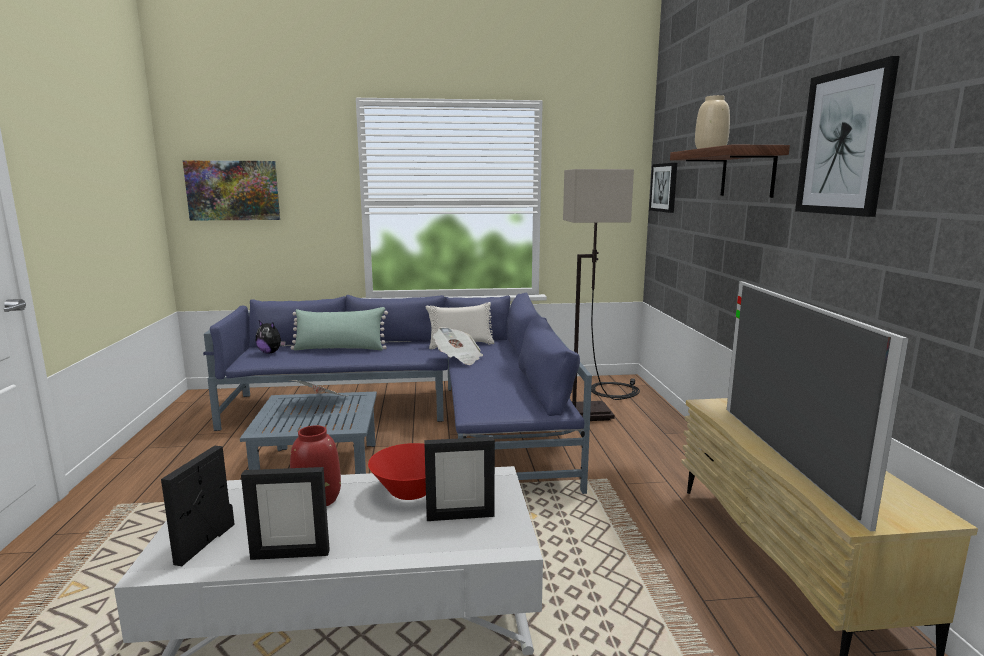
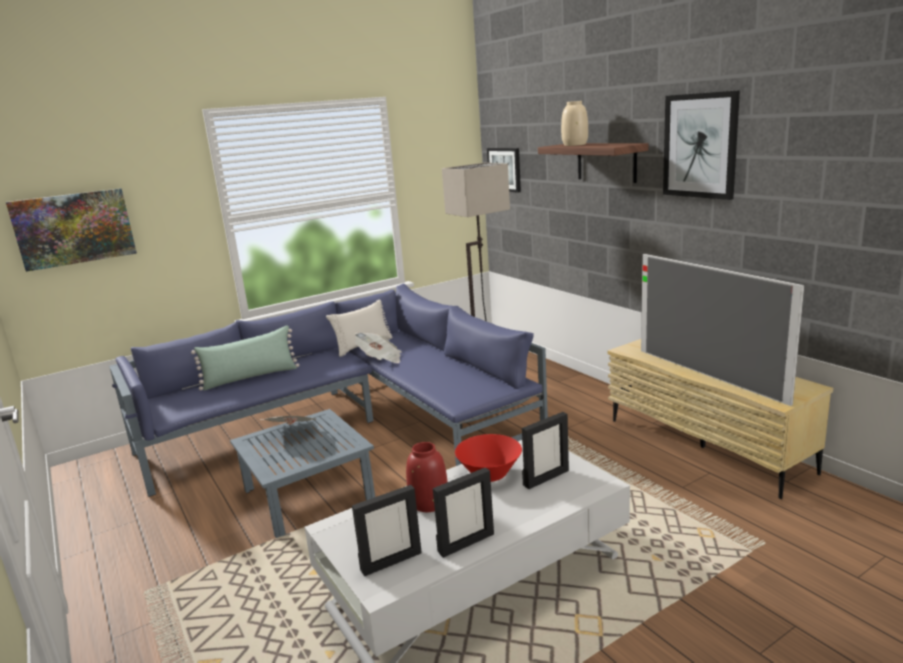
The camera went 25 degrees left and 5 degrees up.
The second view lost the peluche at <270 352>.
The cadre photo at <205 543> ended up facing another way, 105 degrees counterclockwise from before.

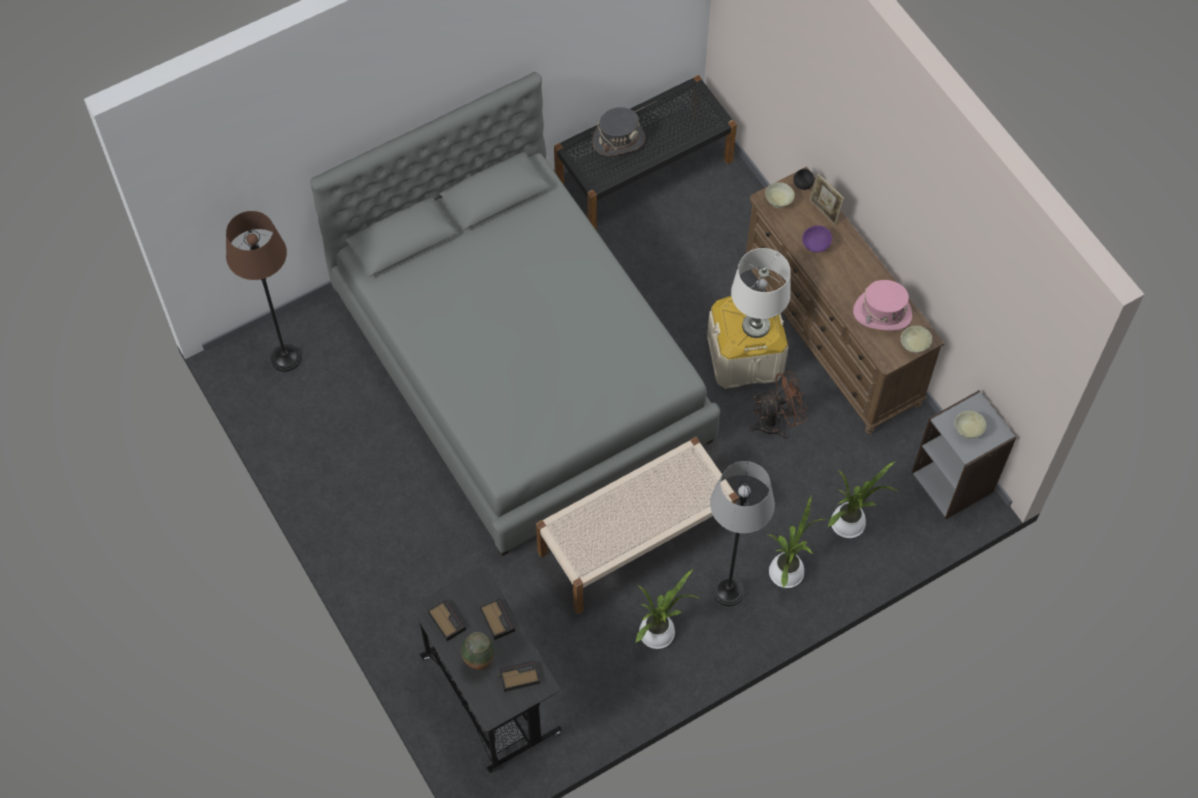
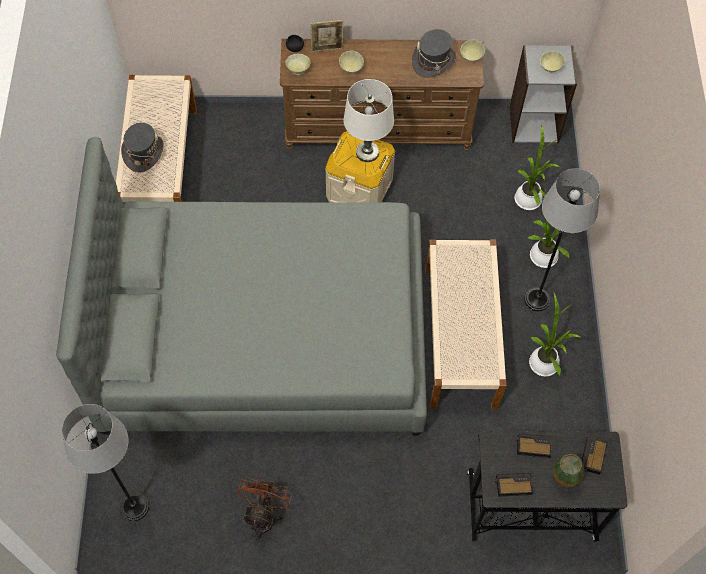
The camera went 60 degrees left and 0 degrees up.
The ventilateur [marron] ended up elsewhere, having gone from <776 423> to <264 516>.
What was the lampadaire [marron] at <286 358> turned into the lampadaire [gris] at <134 507>.
What was the banc [noir] at <643 171> turned into the banc [beige] at <160 166>.
What was the bol [violet] at <815 245> turned into the bol [beige] at <351 68>.
What was the chapeau [rose] at <882 313> turned into the chapeau [gris] at <433 61>.

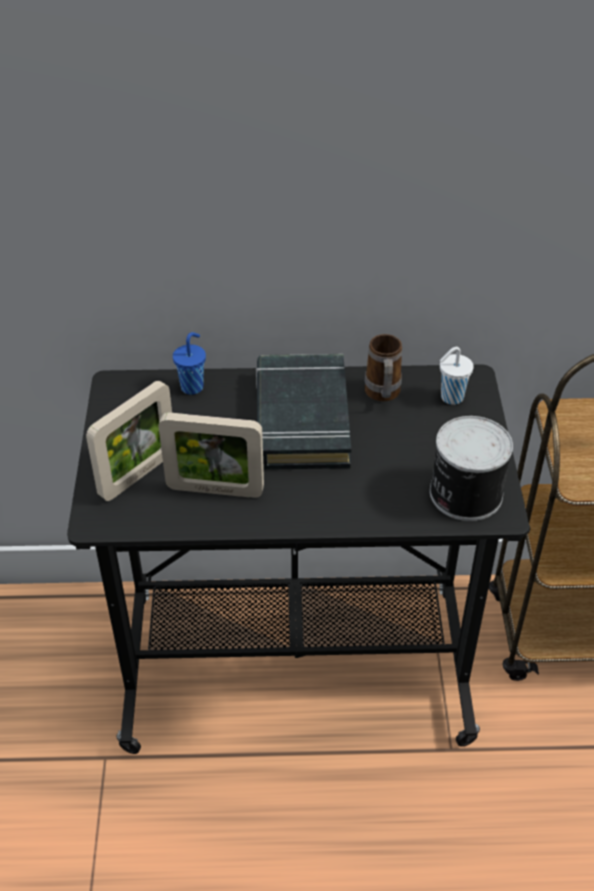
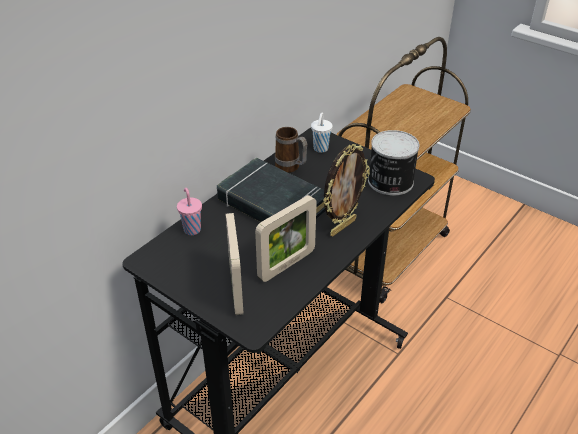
The camera went 50 degrees left and 5 degrees down.
The second view gained the cadre photo at <342 226>.
What was the tasse [bleu] at <193 386> turned into the tasse [rose] at <192 229>.

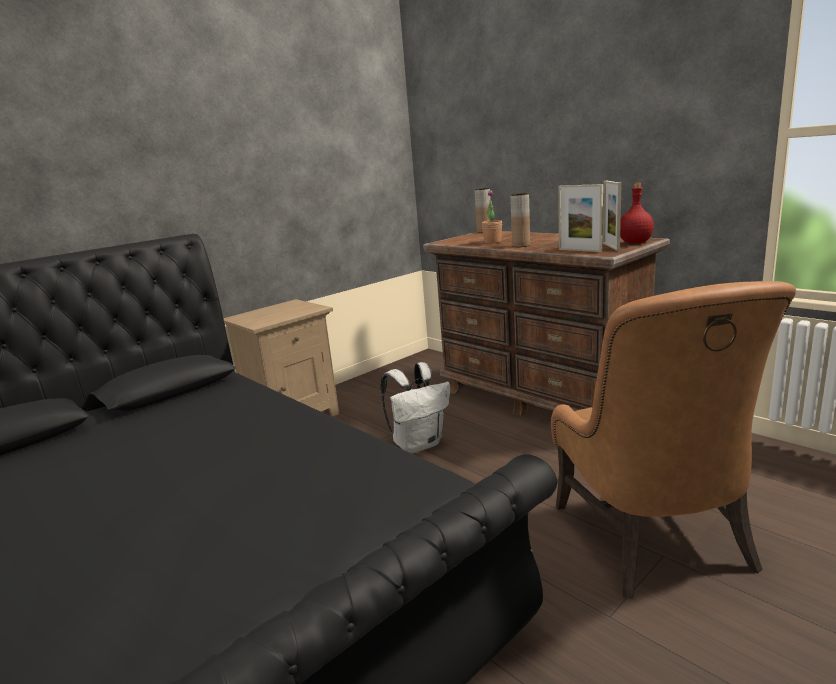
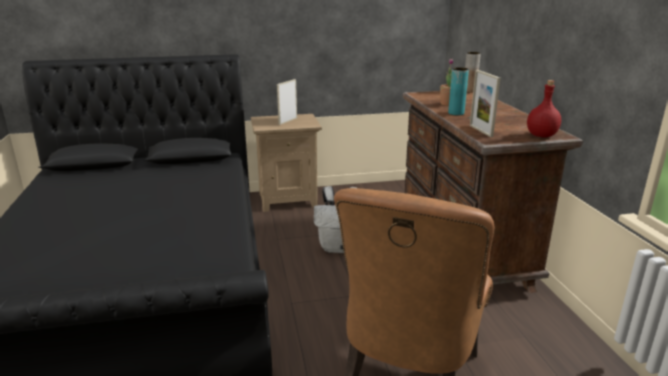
The camera went 30 degrees right and 5 degrees up.
The cadre photo ended up elsewhere, having gone from <610 246> to <288 121>.
What was the vase [marron] at <521 245> turned into the vase [turquoise] at <456 113>.

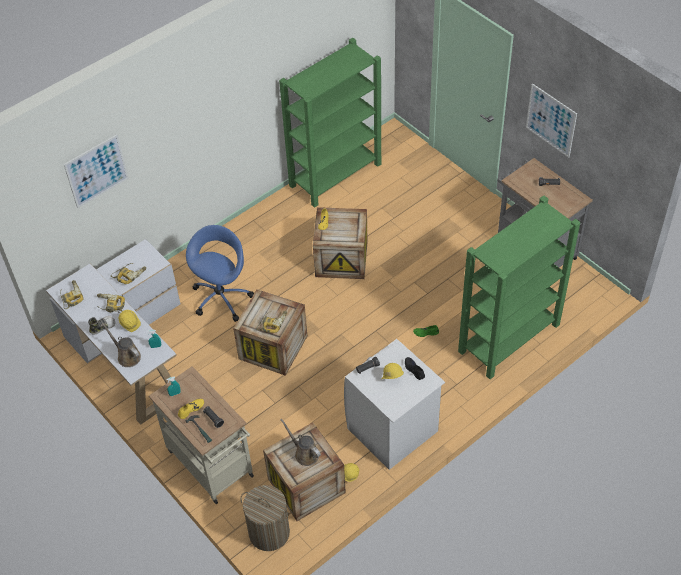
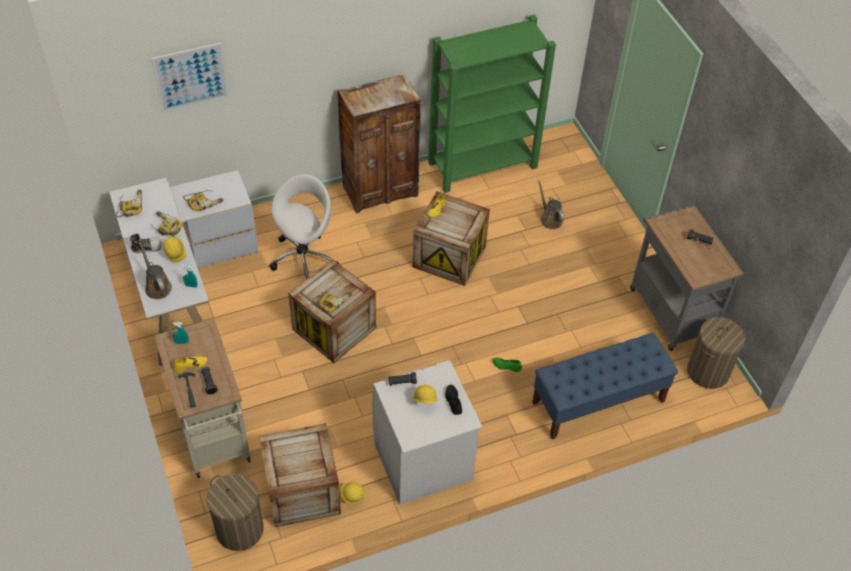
The camera went 15 degrees right and 0 degrees up.
The second view lost the tableau at <551 120>.
The second view gained the meuble de rangement [marron] at <380 191>.
The second view gained the panier à linge at <707 371>.
The arrosoir [marron] ended up elsewhere, having gone from <304 453> to <550 219>.
Where the bibliothèque [vert] stood at <509 338>, the banc [bleu] came to stand at <598 402>.
What was the chaise de bureau [bleu] at <222 297> turned into the chaise de bureau [blanc] at <305 258>.

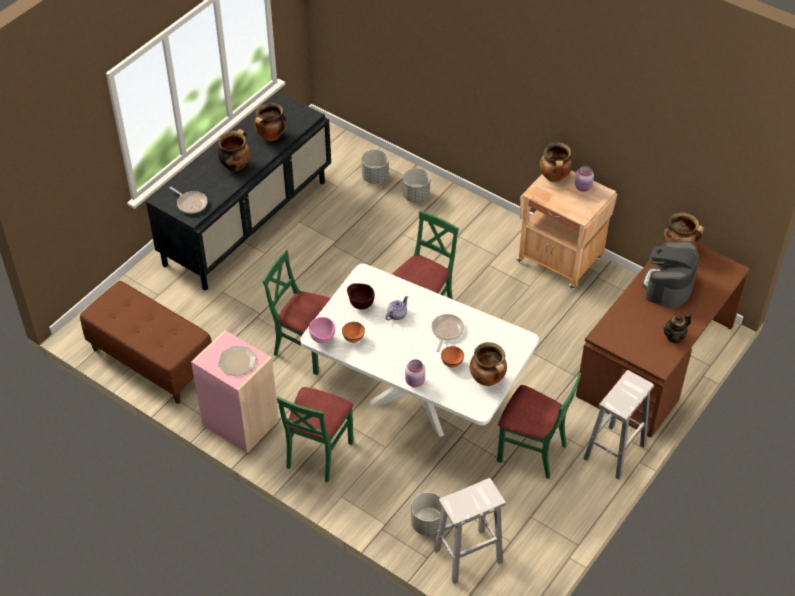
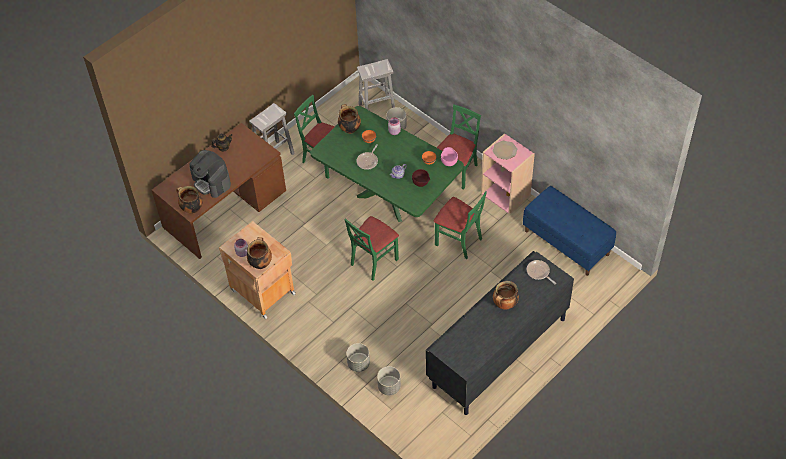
The camera went 170 degrees left and 5 degrees up.
The second view lost the marmite at <271 137>.
What was the banc [marron] at <151 360> turned into the banc [bleu] at <567 242>.
What was the table à manger [blanc] at <418 400> turned into the table à manger [vert] at <388 198>.
The machine à café at <668 286> ended up facing another way, 105 degrees clockwise from before.

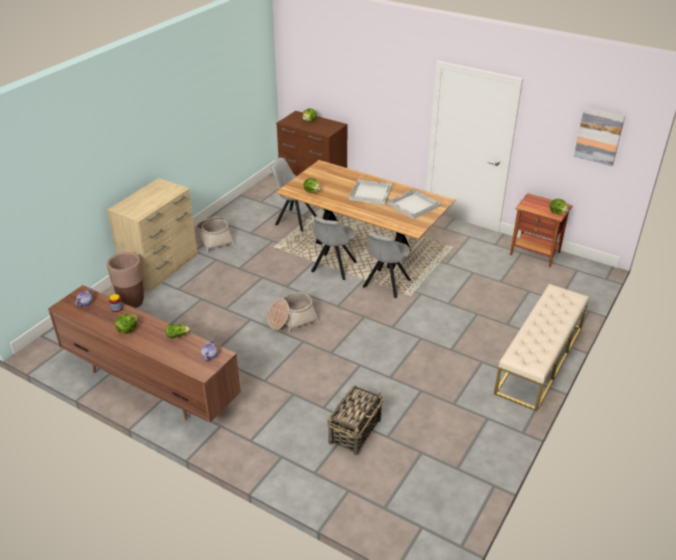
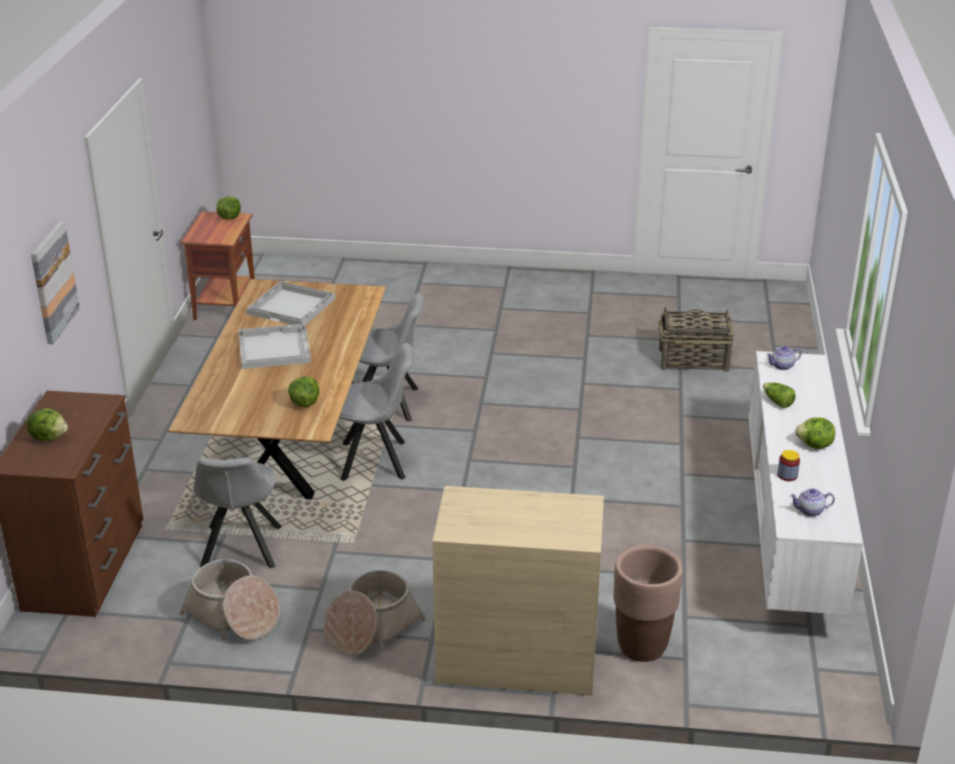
The camera went 115 degrees left and 5 degrees down.
The second view lost the banc [beige] at <539 360>.
The panier ended up elsewhere, having gone from <292 320> to <233 616>.
The tableau ended up elsewhere, having gone from <599 136> to <53 282>.
What was the meuble de rangement [marron] at <149 385> turned into the meuble de rangement [blanc] at <791 536>.

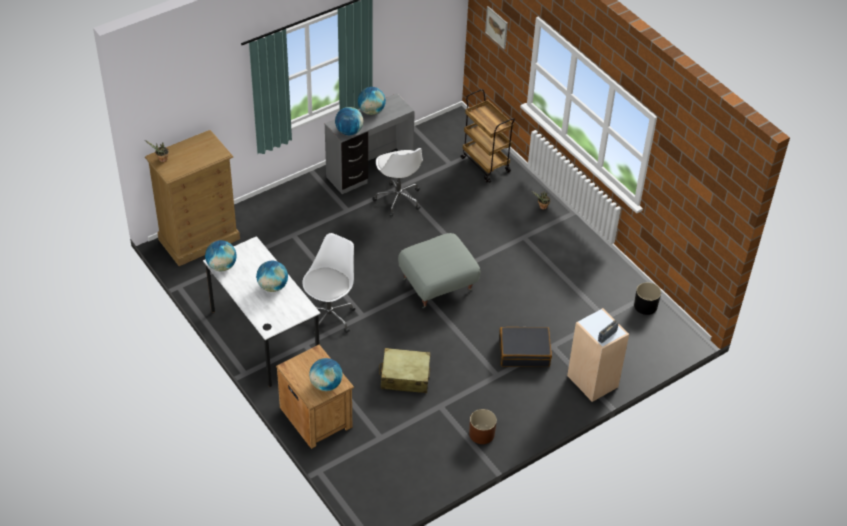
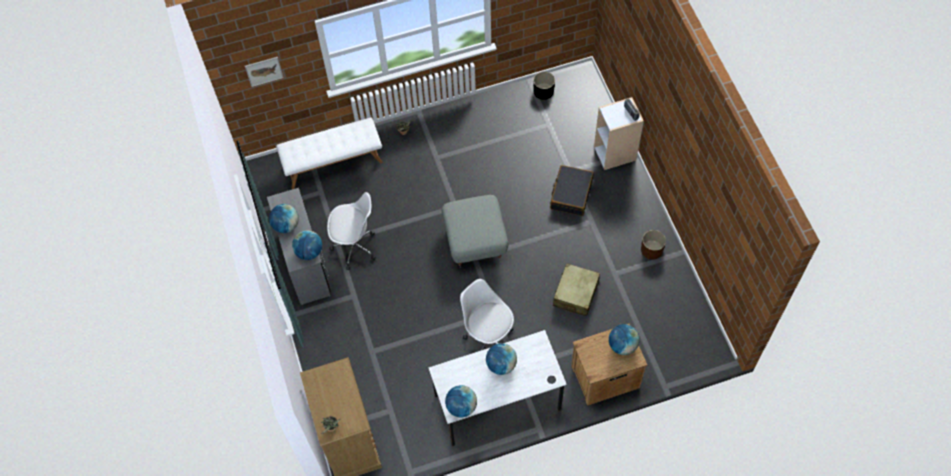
The camera went 70 degrees left and 15 degrees up.
Where the chariot [marron] stood at <485 165>, the banc [blanc] came to stand at <333 163>.

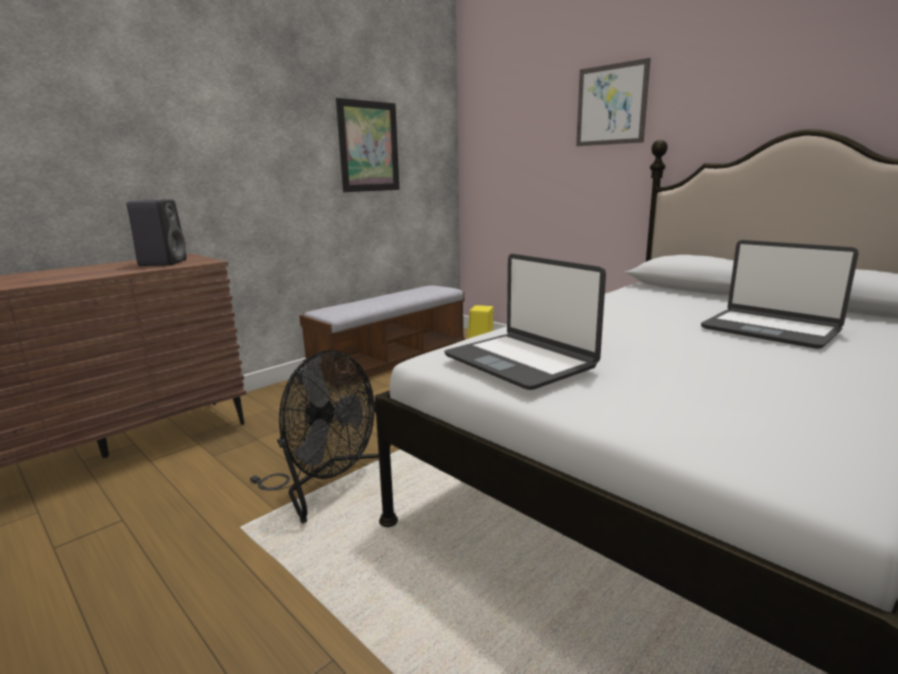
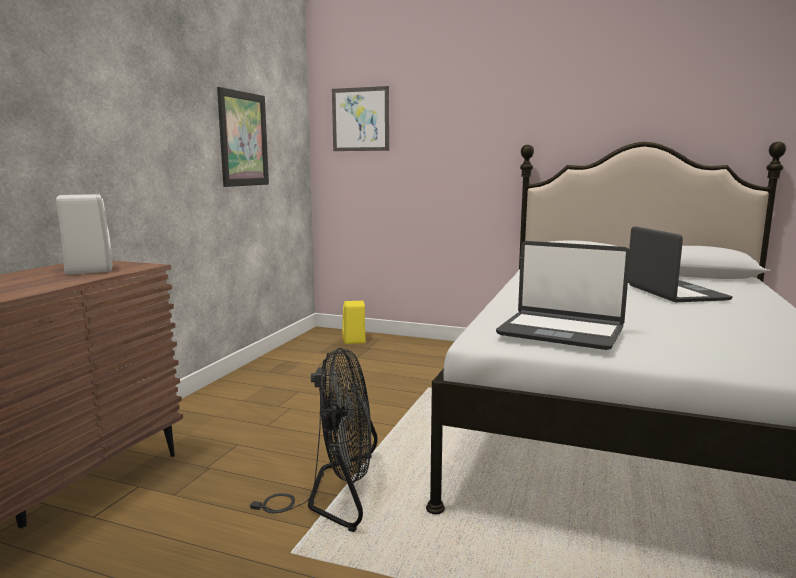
The camera went 25 degrees left and 5 degrees down.
The second view lost the banc at <391 360>.
The tableau ended up elsewhere, having gone from <611 105> to <360 119>.
What was the enceinte [noir] at <163 263> turned into the enceinte [blanc] at <88 270>.
The ordinateur portable at <770 329> ended up facing another way, 120 degrees counterclockwise from before.

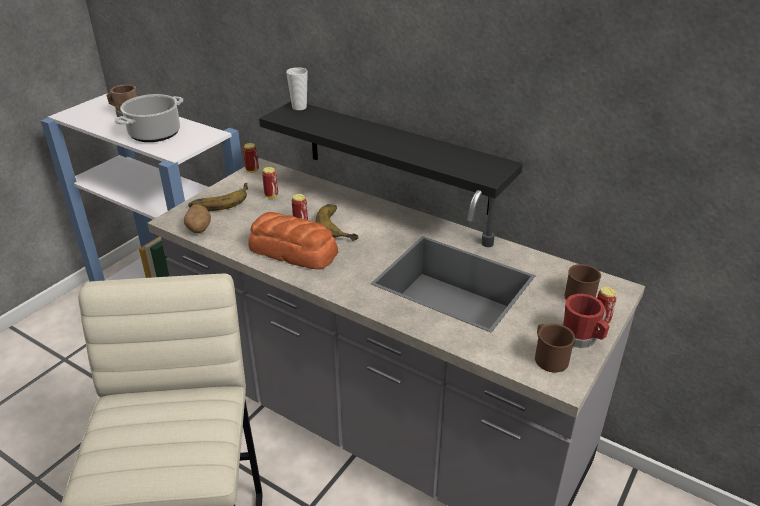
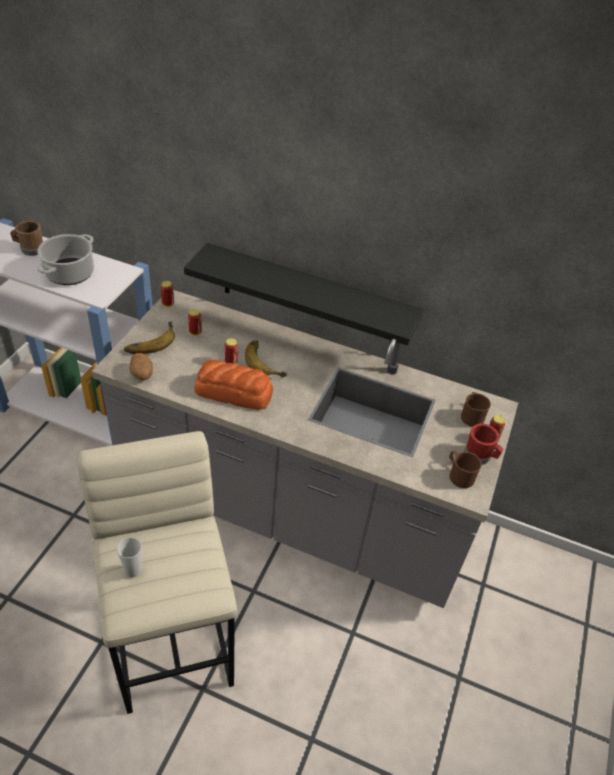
The camera went 15 degrees left and 10 degrees up.
The tasse ended up elsewhere, having gone from <299 107> to <133 570>.

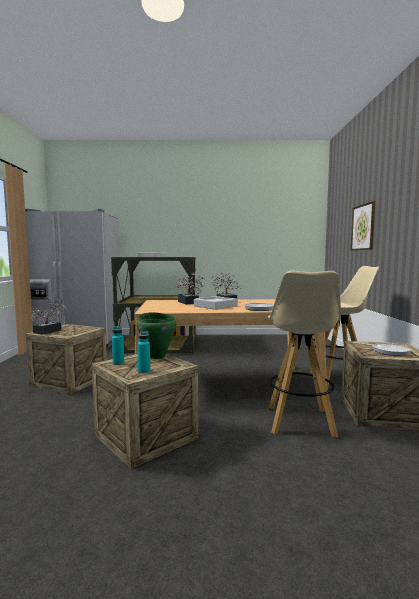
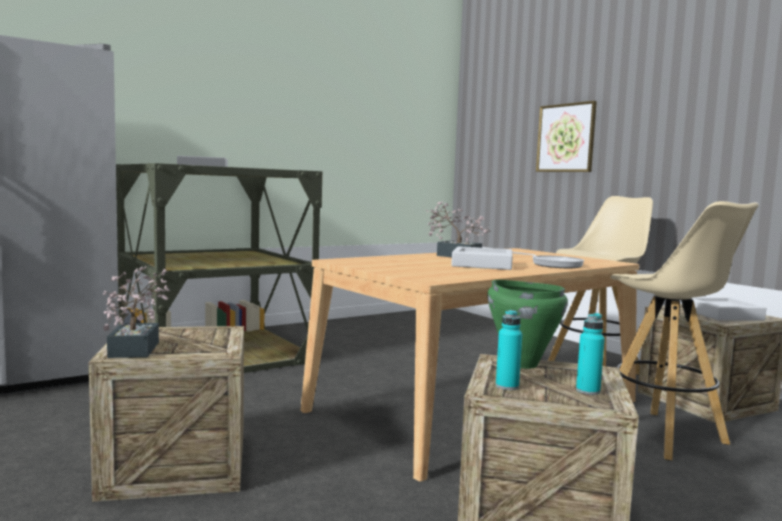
The camera went 35 degrees left and 0 degrees up.
The second view lost the plante en pot at <188 303>.
Where the poêle stood at <388 351>, the plateau [gris] came to stand at <722 314>.

